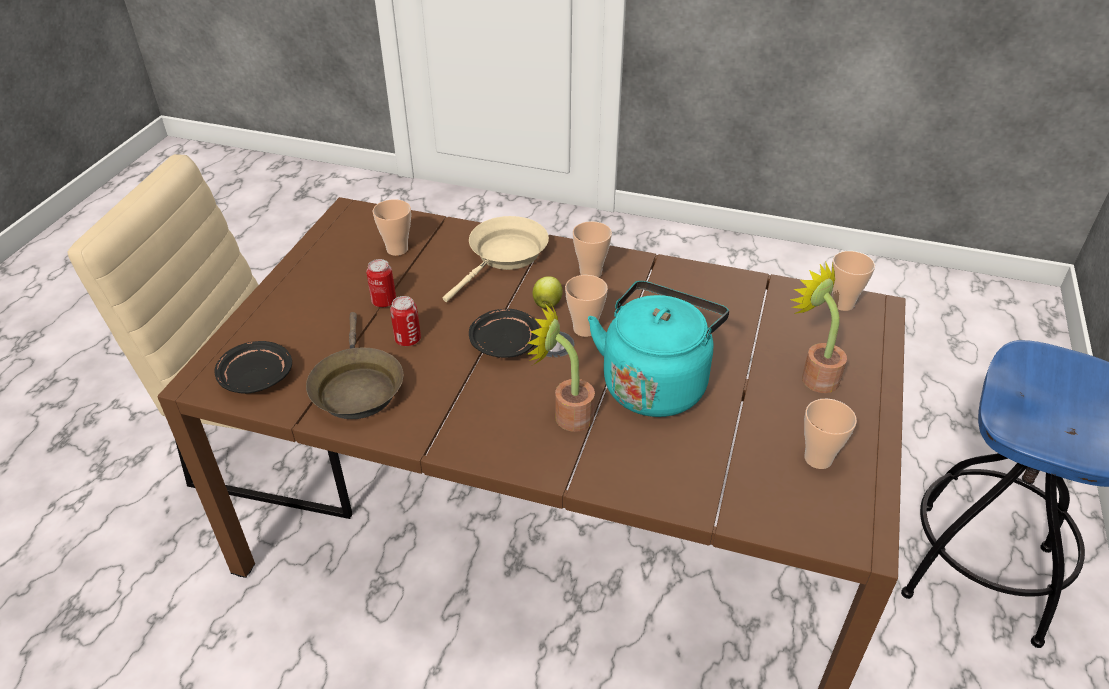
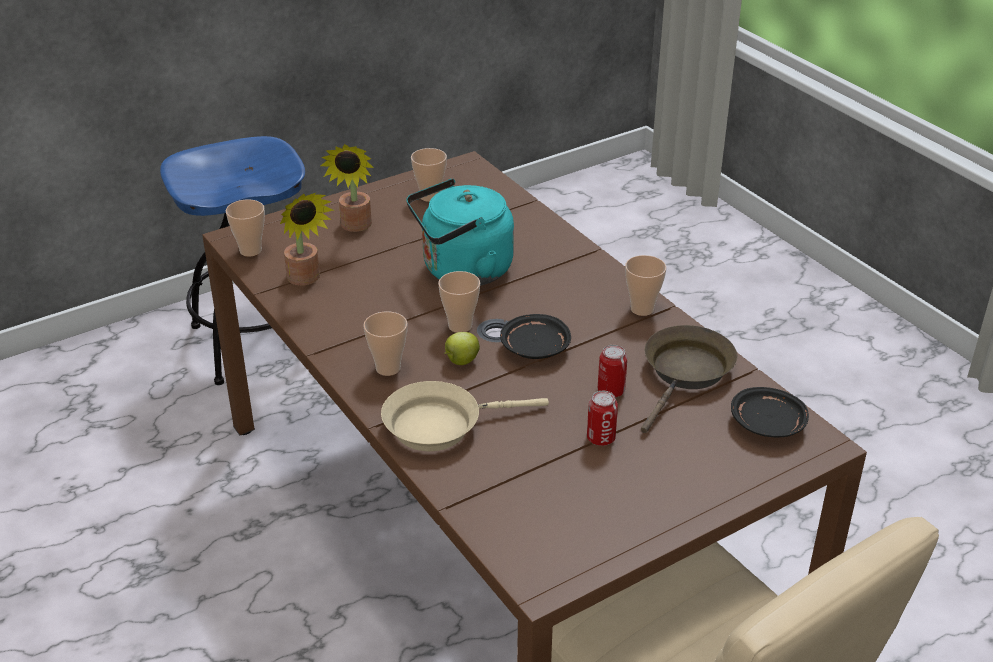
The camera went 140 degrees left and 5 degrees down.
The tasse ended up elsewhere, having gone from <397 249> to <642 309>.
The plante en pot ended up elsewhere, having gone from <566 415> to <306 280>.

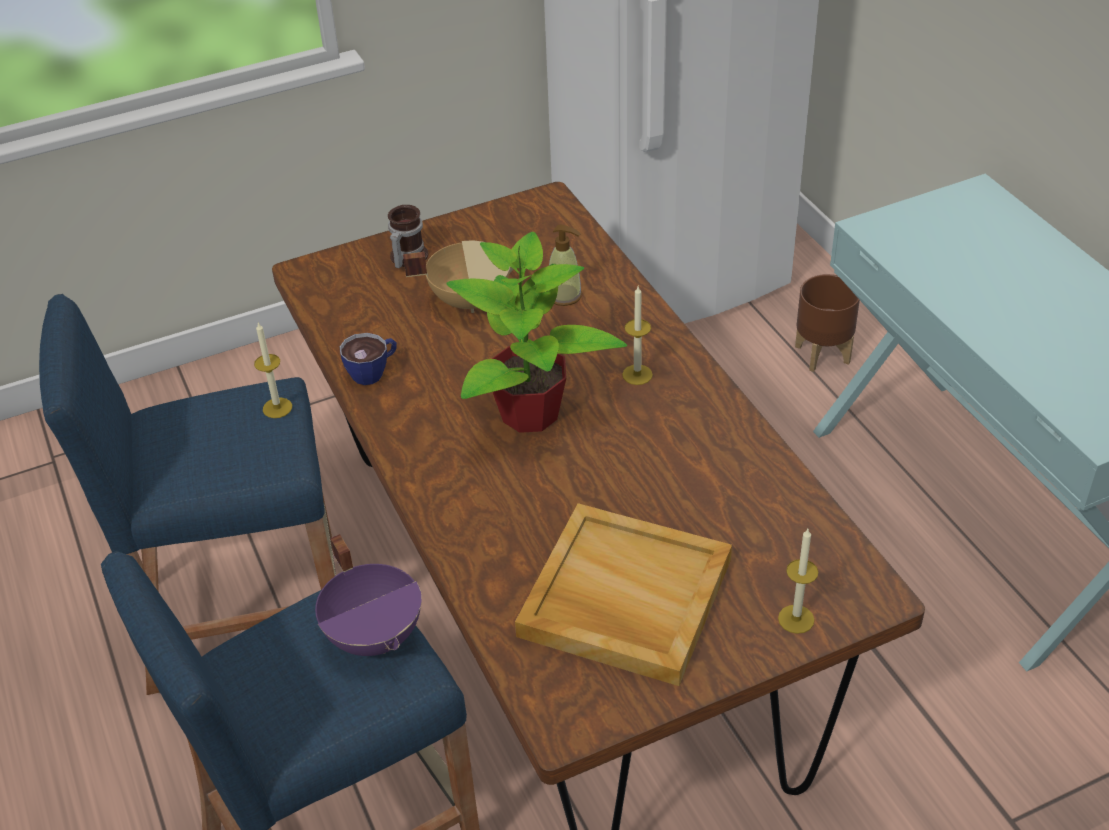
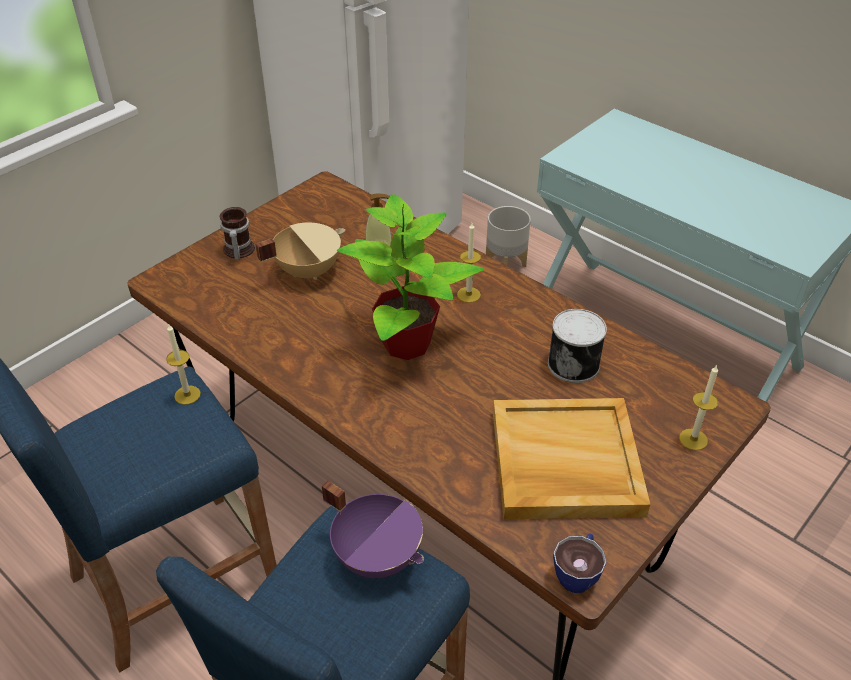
The camera went 25 degrees left and 0 degrees up.
The second view gained the boîte métallique at <574 363>.
The tasse ended up elsewhere, having gone from <373 372> to <578 572>.
What was the cache-pot [marron] at <822 353> turned into the cache-pot [gris] at <505 264>.

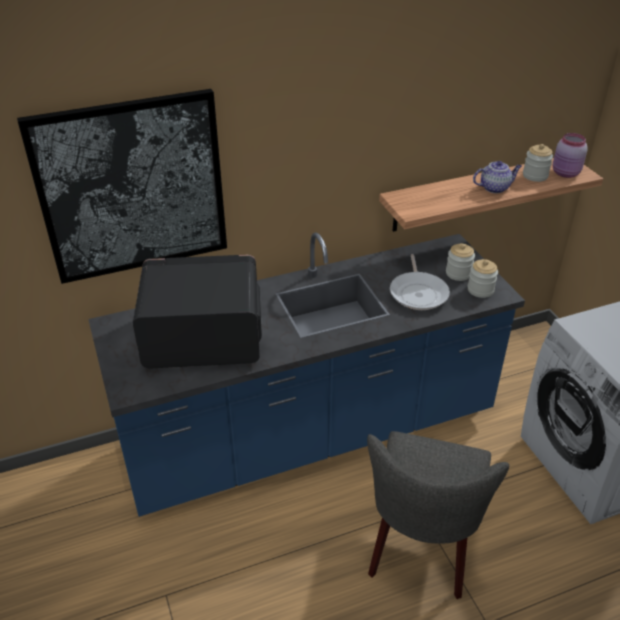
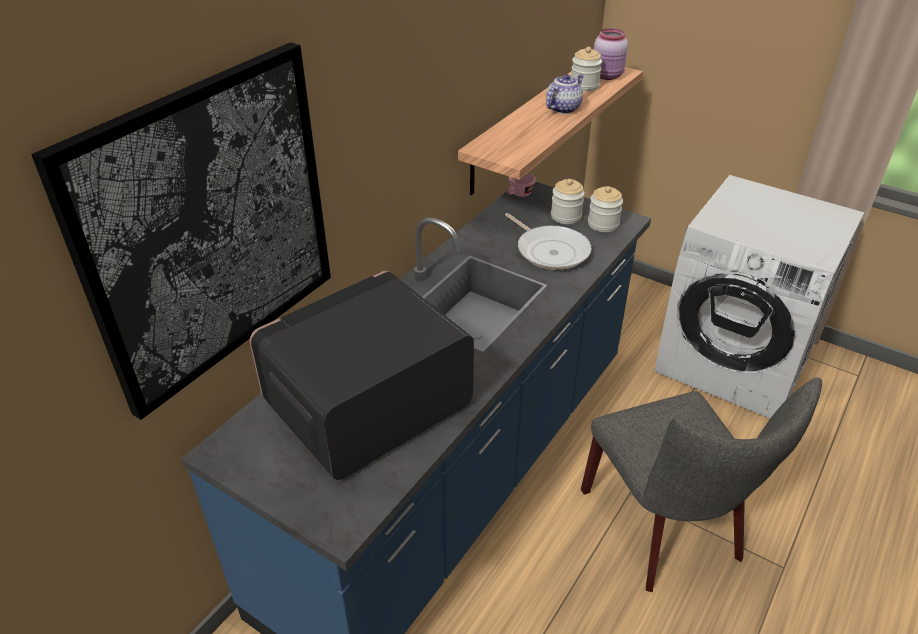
The camera went 35 degrees left and 0 degrees up.
The second view gained the tasse [rose] at <519 194>.

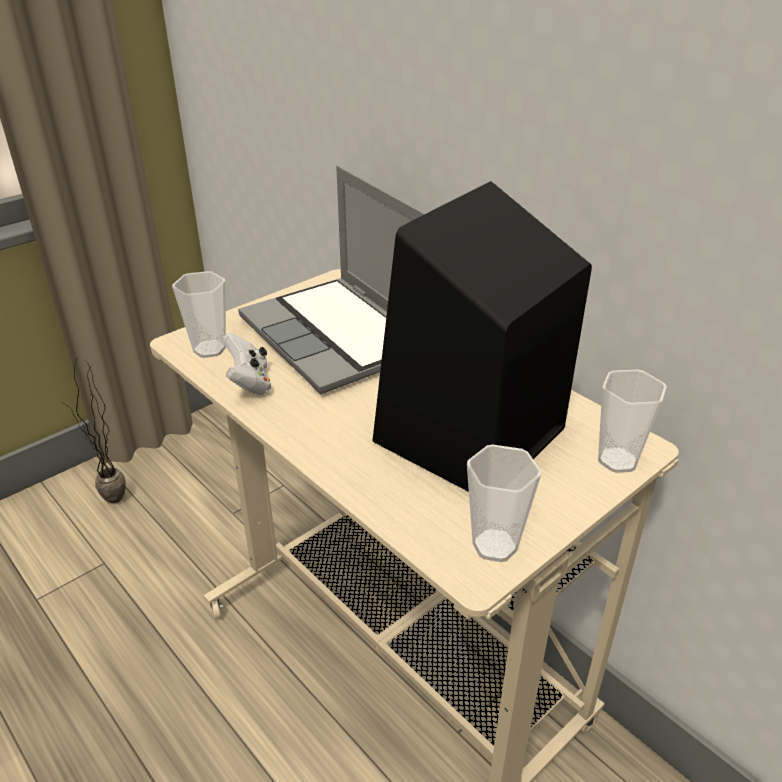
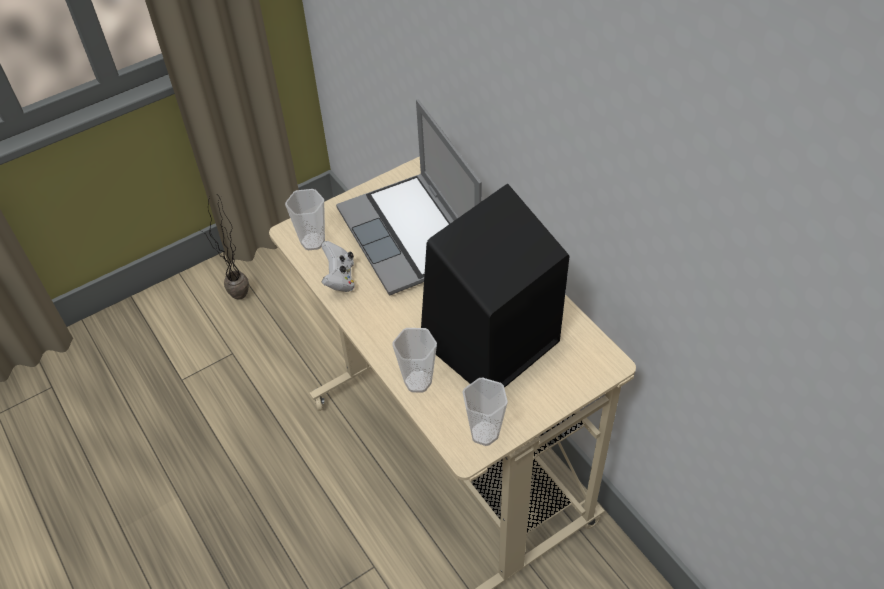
The camera went 10 degrees right and 15 degrees up.
The tasse ended up elsewhere, having gone from <617 460> to <418 381>.

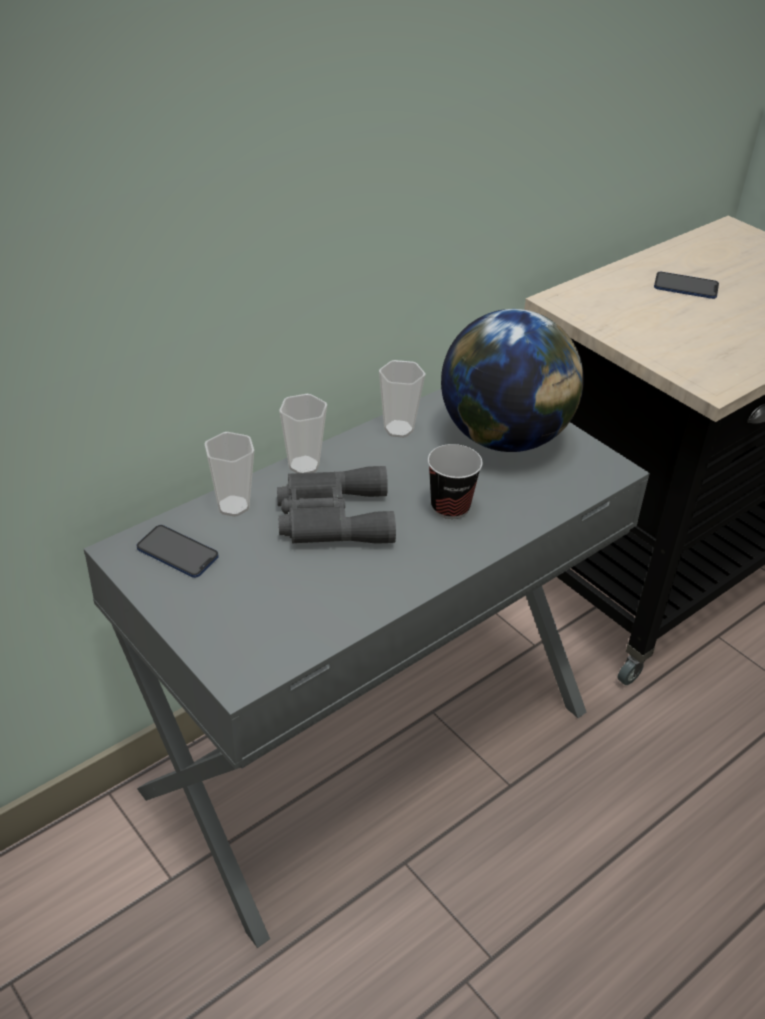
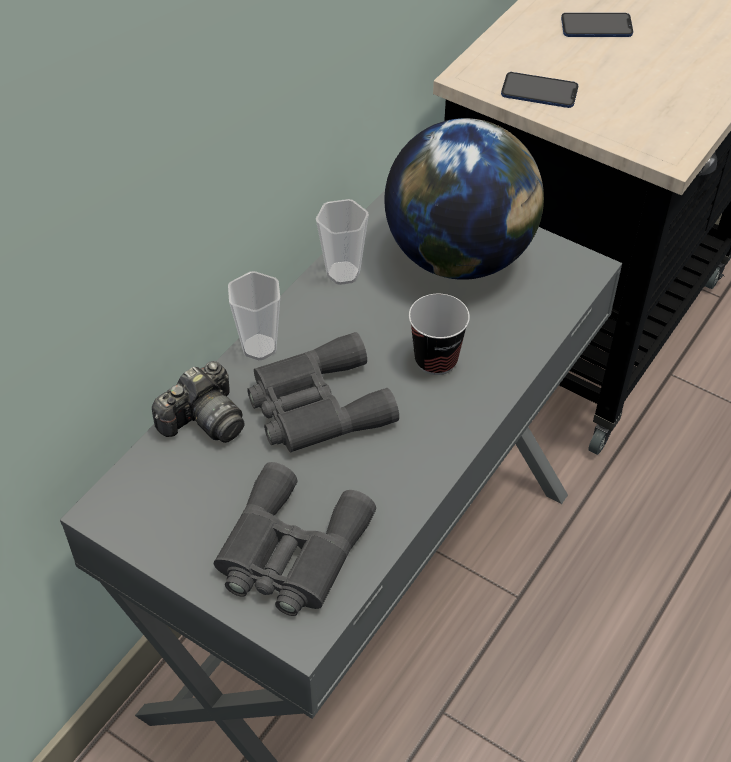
The camera went 15 degrees left and 10 degrees up.
The second view gained the jumelles [gris] at <289 553>.
The téléphone ended up elsewhere, having gone from <177 553> to <539 92>.
Where the tasse stood at <233 506>, the appareil photo came to stand at <204 420>.

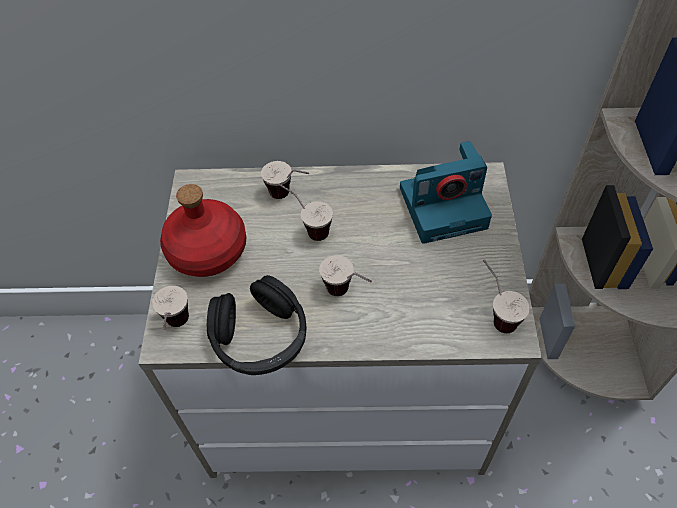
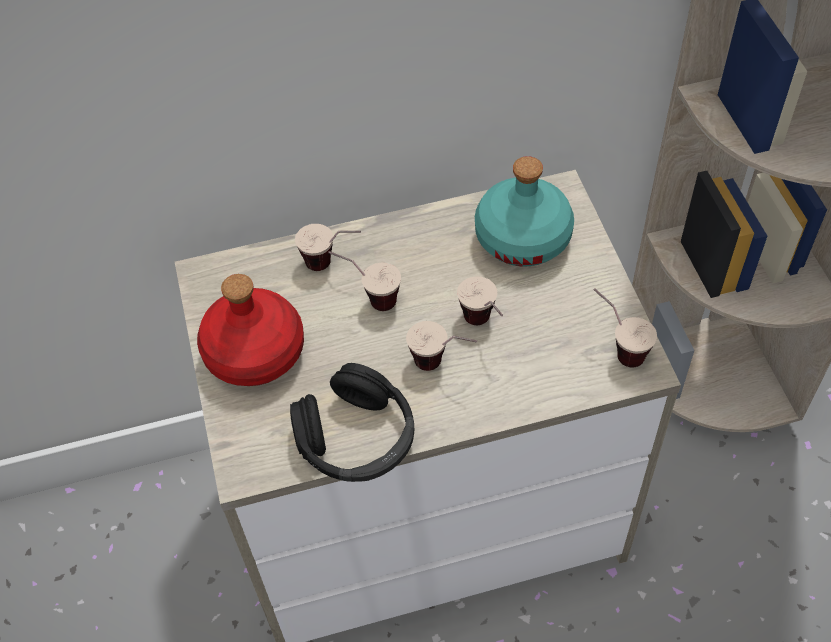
The camera went 15 degrees left and 0 degrees up.
The tasse ended up elsewhere, having gone from <178 329> to <484 327>.
Where the appareil photo stood at <444 206>, the bouteille [turquoise] came to stand at <523 237>.

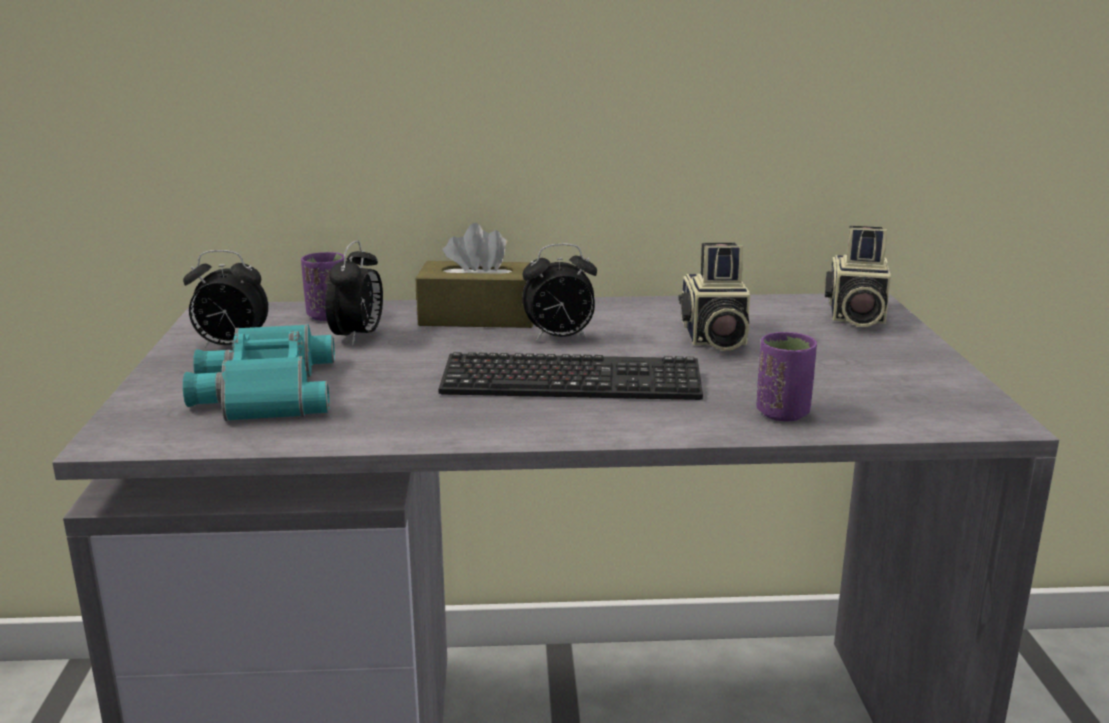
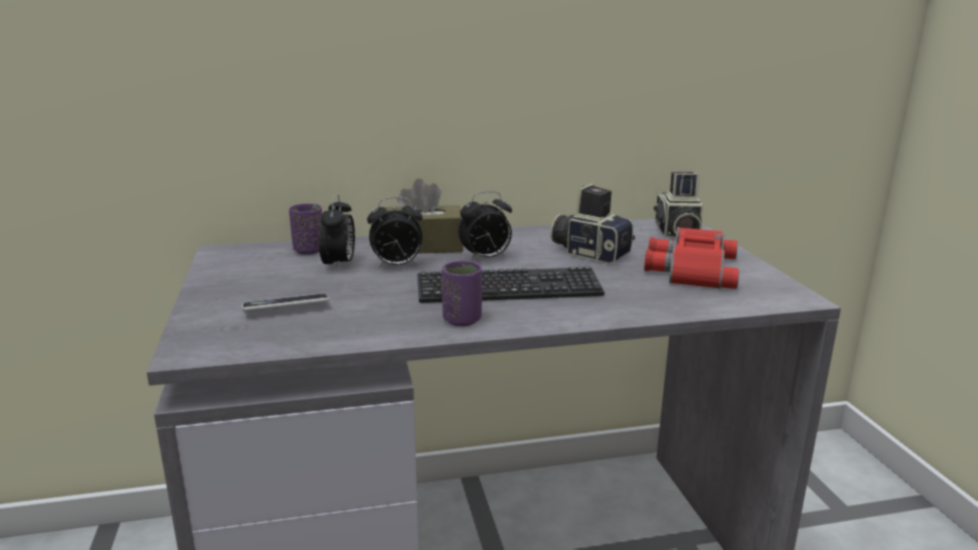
The camera went 10 degrees left and 0 degrees up.
The second view gained the jumelles [rouge] at <689 268>.
The réveil ended up elsewhere, having gone from <230 346> to <396 266>.
The tasse [violet] ended up elsewhere, having gone from <782 413> to <462 320>.
Where the jumelles [turquoise] stood at <262 390>, the téléphone came to stand at <286 307>.
The appareil photo at <712 338> ended up facing another way, 135 degrees clockwise from before.

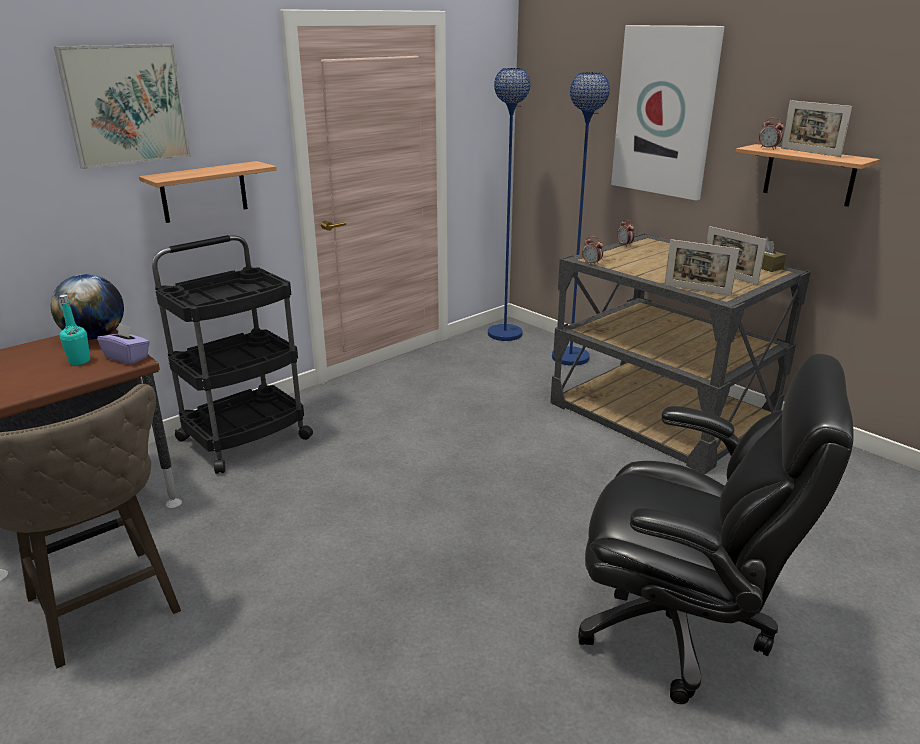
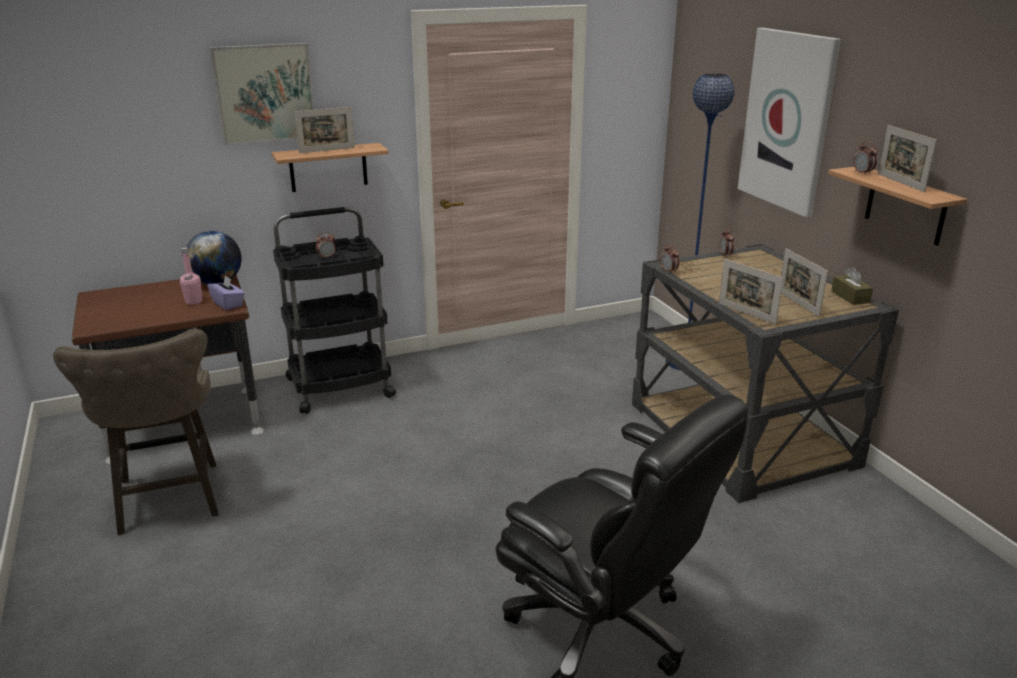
The camera went 20 degrees right and 0 degrees up.
The second view lost the lampadaire [bleu] at <505 334>.
The second view gained the cadre photo at <327 150>.
The second view gained the réveil at <326 257>.
What was the bouteille [turquoise] at <79 361> turned into the bouteille [rose] at <194 301>.

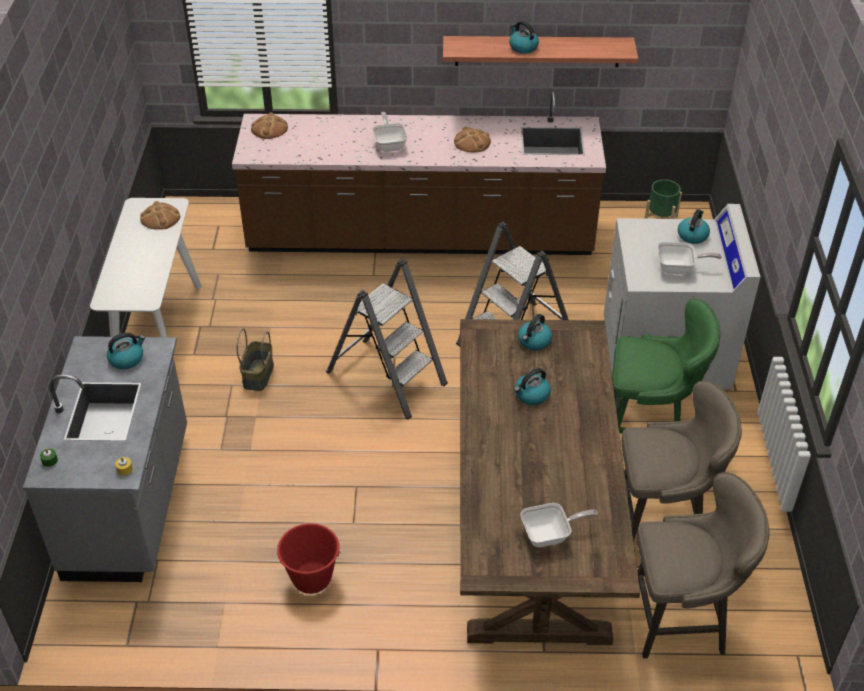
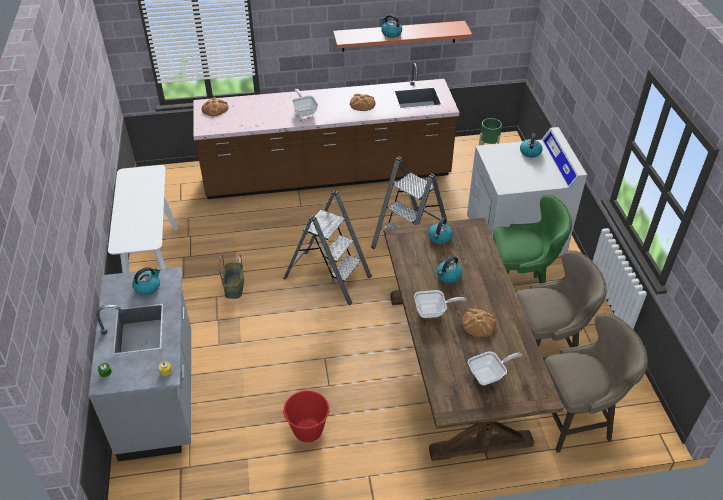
The camera went 10 degrees left and 0 degrees up.
The pain ended up elsewhere, having gone from <160 218> to <478 324>.
The poêle ended up elsewhere, having gone from <679 268> to <433 311>.

